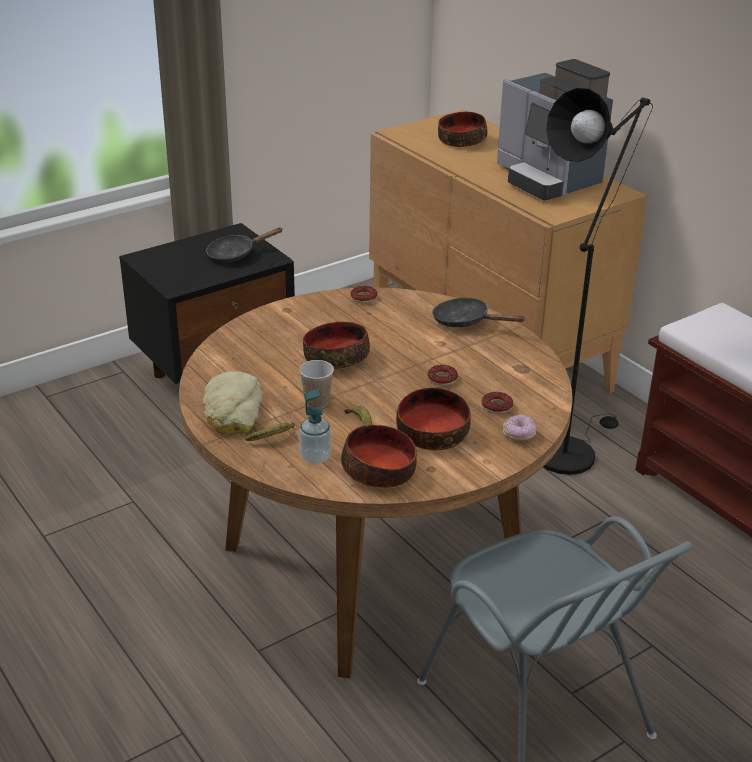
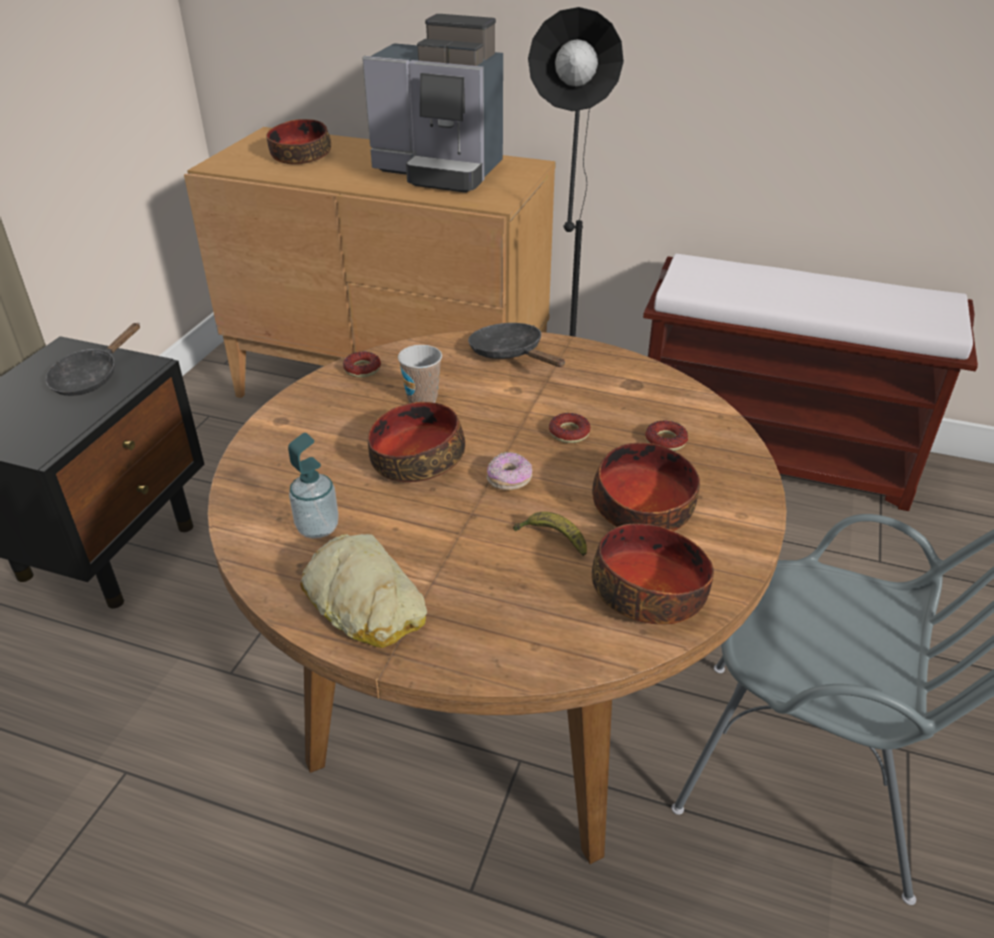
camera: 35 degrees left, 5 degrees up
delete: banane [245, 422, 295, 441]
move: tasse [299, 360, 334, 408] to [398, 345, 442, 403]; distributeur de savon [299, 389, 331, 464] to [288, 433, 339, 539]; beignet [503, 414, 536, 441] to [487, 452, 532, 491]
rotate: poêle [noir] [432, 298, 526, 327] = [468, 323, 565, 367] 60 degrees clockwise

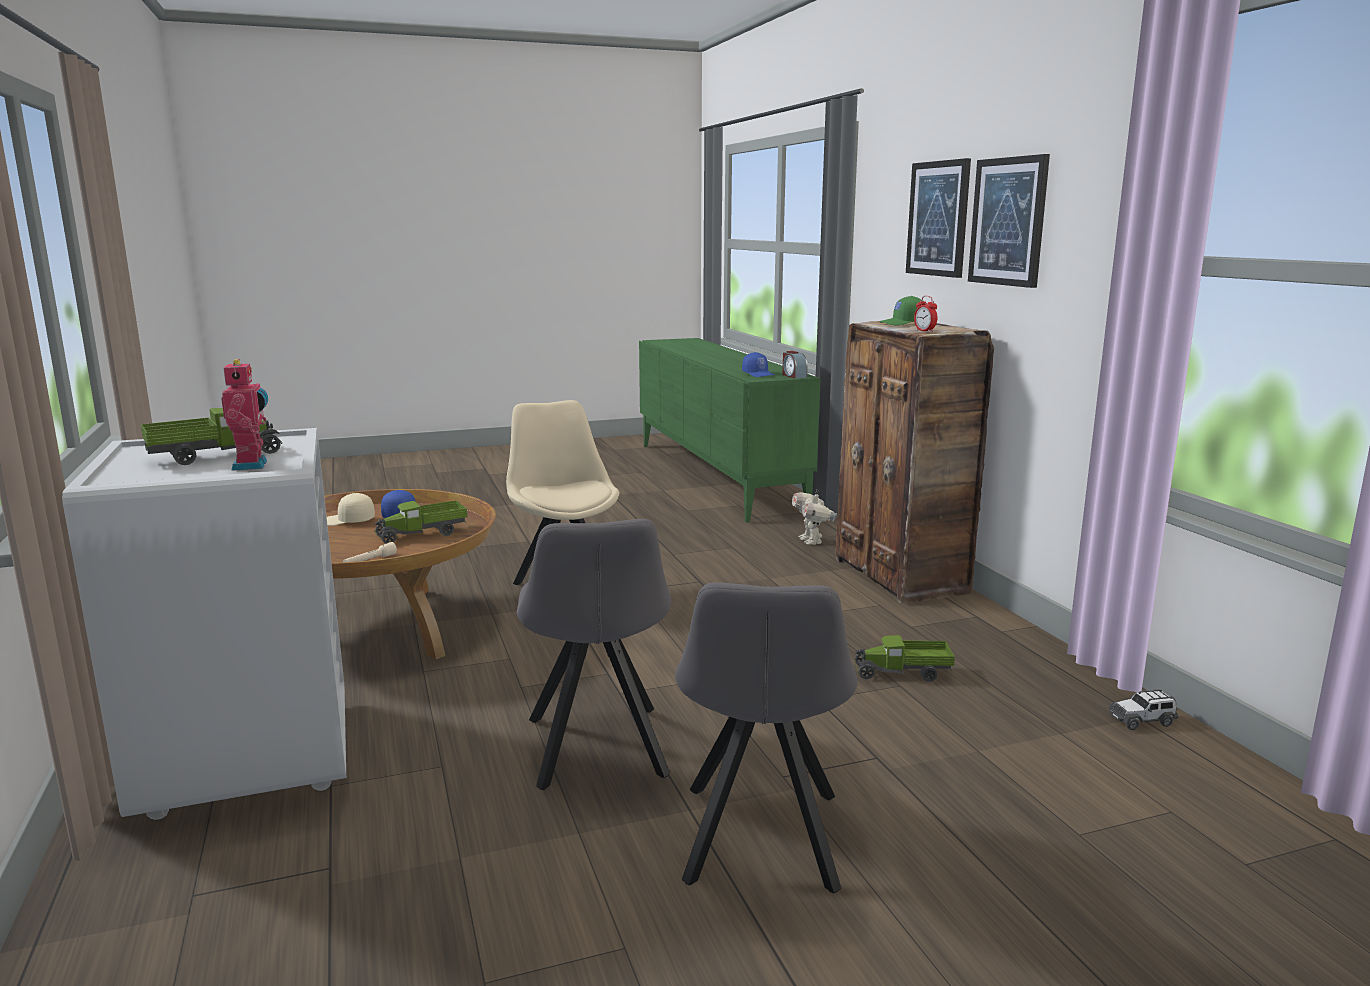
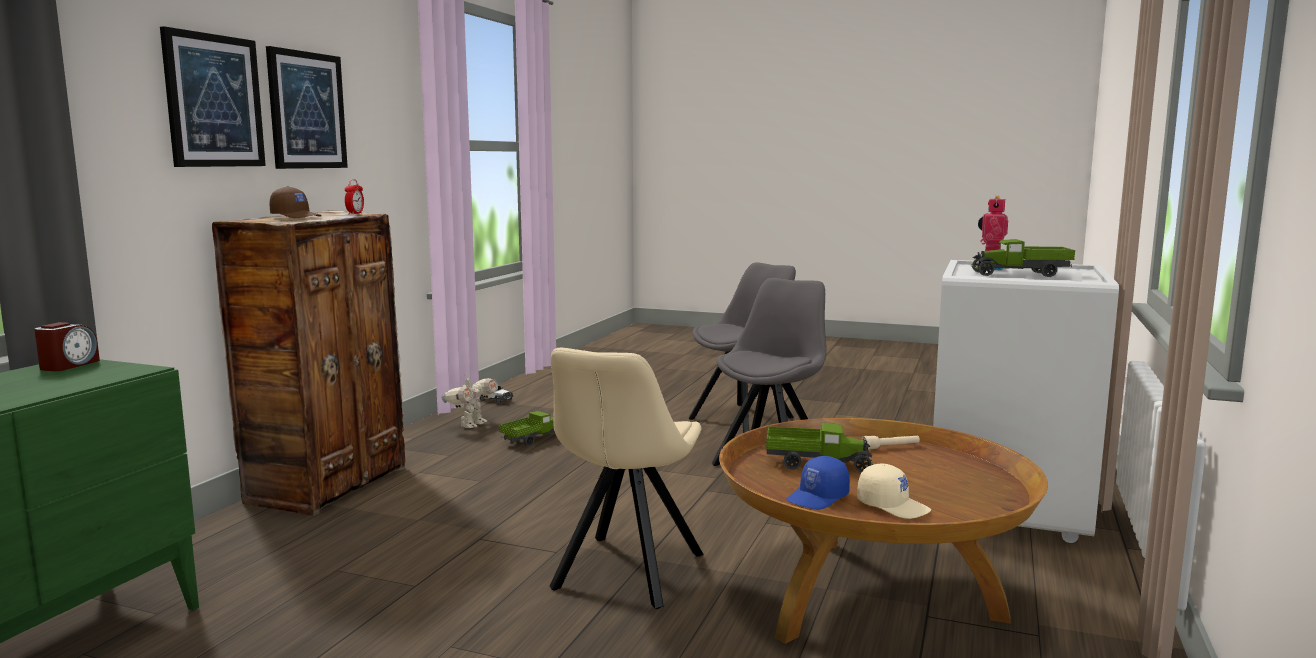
camera: 140 degrees left, 5 degrees down
delete: casquette [bleu] [742, 352, 774, 377]
move: robot jouet [792, 490, 837, 545] to [441, 374, 498, 428]
recolor: casquette [vert] [879, 296, 922, 325] to casquette [marron] [269, 186, 321, 218]
rotate: camion jouet [854, 635, 955, 682] = [499, 411, 555, 446] 90 degrees counterclockwise

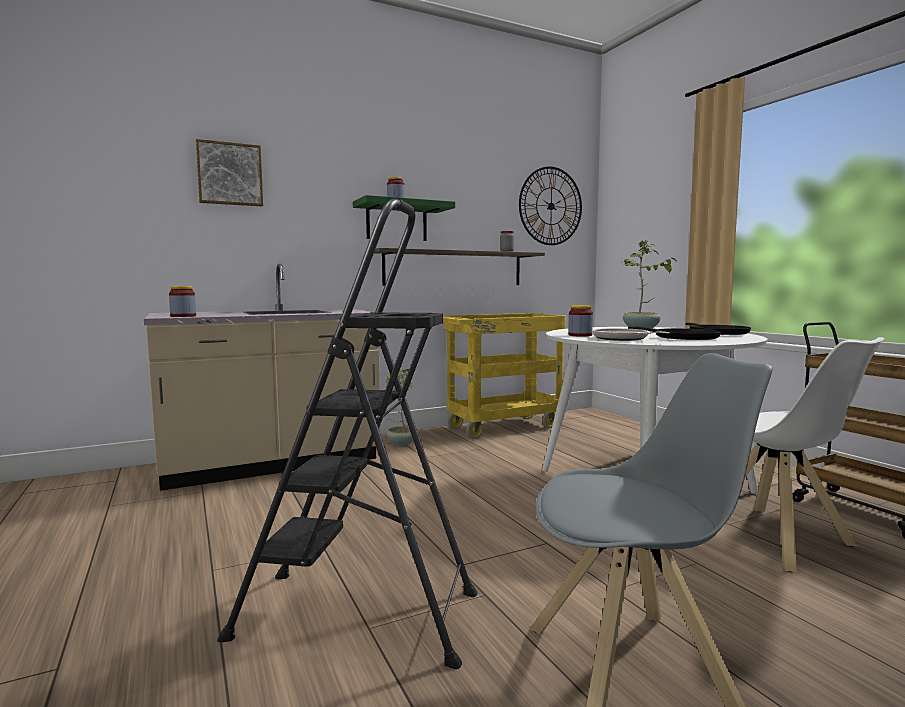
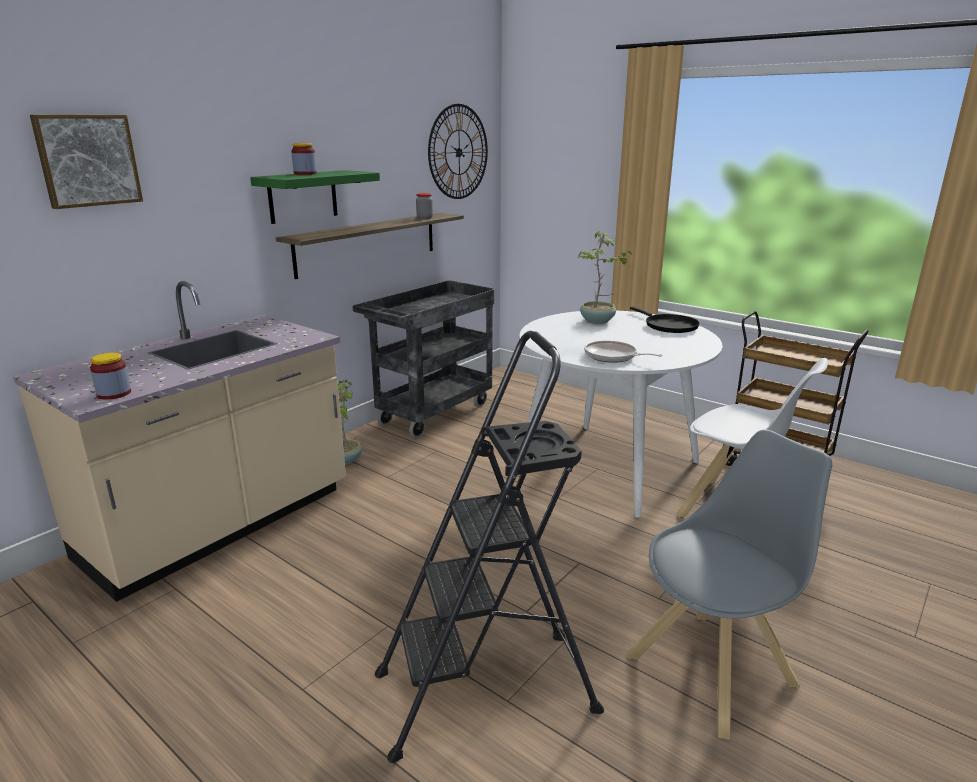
camera: 25 degrees left, 15 degrees up
delete: bocal [568, 305, 593, 337]; poêle [noir] [628, 326, 721, 340]
recolor: chariot [jaune] [443, 313, 566, 439] to chariot [noir] [352, 281, 494, 438]

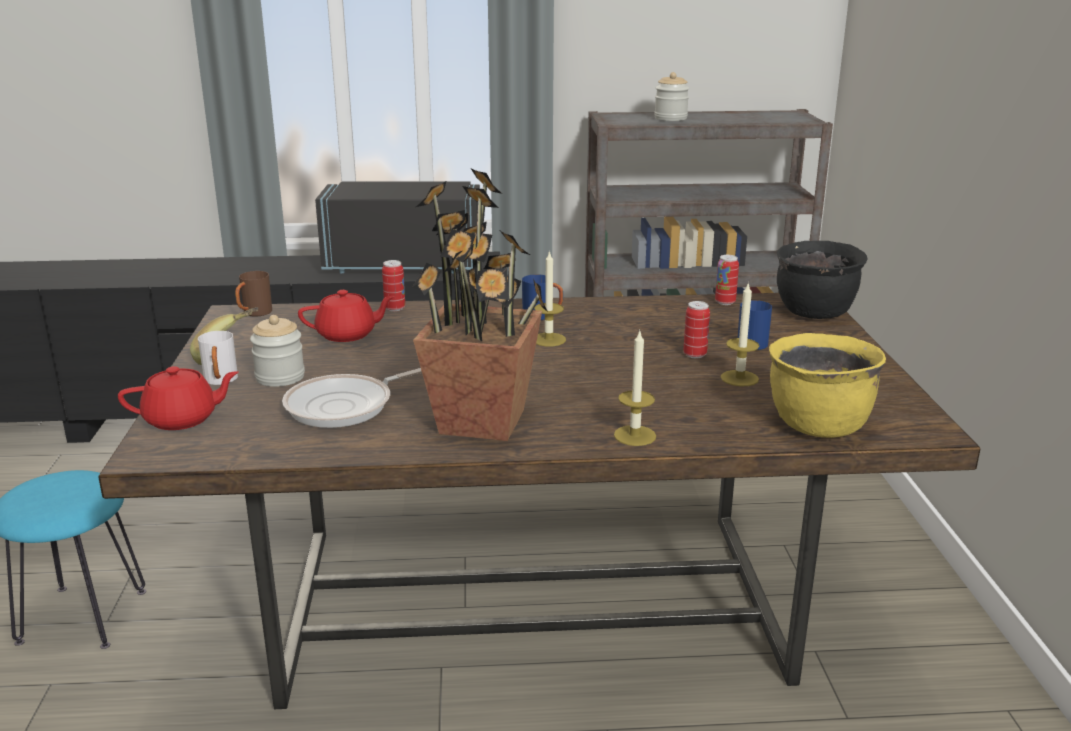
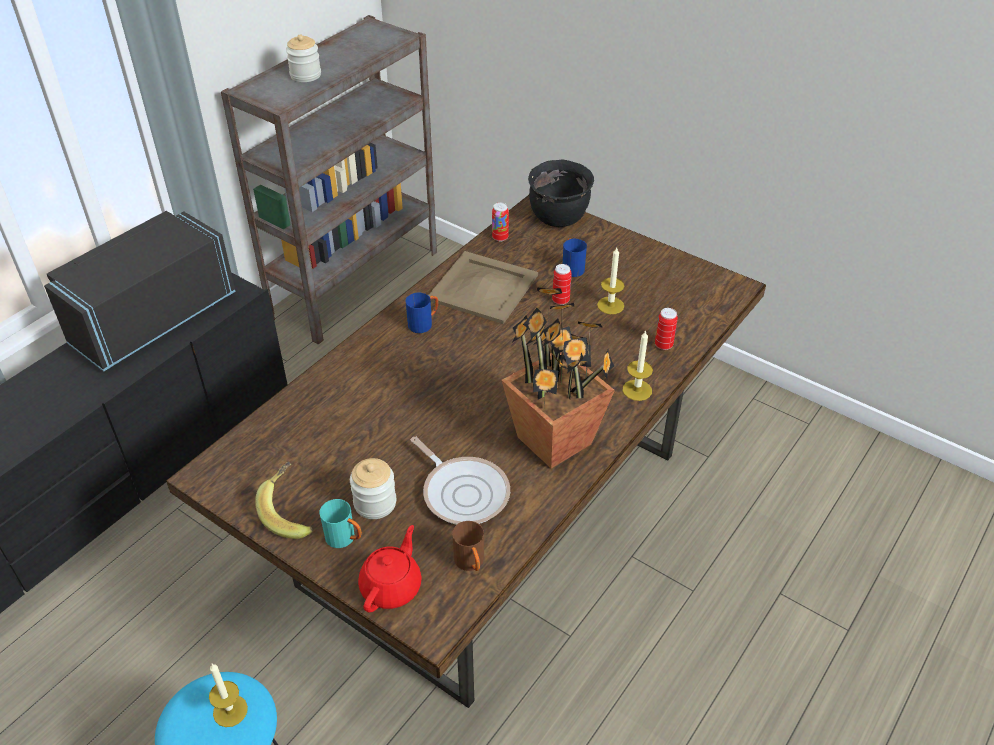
camera: 50 degrees left, 20 degrees up
delete: théière [rouge] [298, 290, 395, 342]; marmite [jaune] [769, 333, 886, 438]
insert: plateau [beige] [429, 251, 538, 324]
move: mug [marron] [235, 271, 272, 317] to [452, 521, 484, 571]; boîte métallique [382, 260, 405, 311] to [655, 308, 678, 350]; bougie [534, 250, 566, 346] to [209, 664, 248, 727]
recolor: mug [blanc] [198, 331, 238, 385] to mug [turquoise] [319, 499, 362, 548]
rotate: poêle [282, 368, 422, 428] = [411, 437, 510, 525] 45 degrees counterclockwise

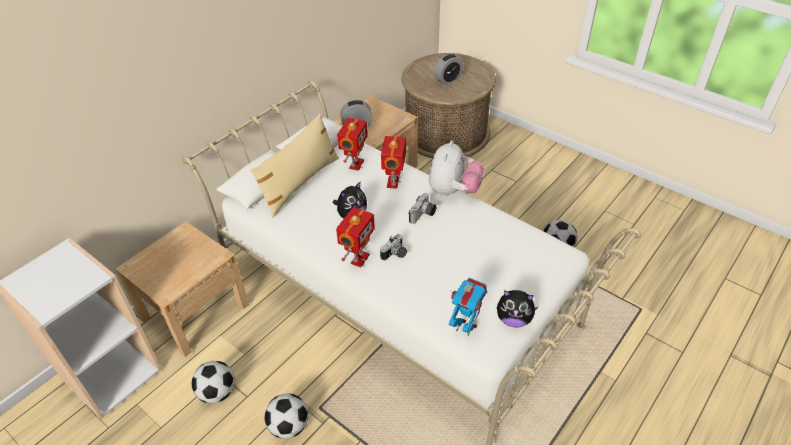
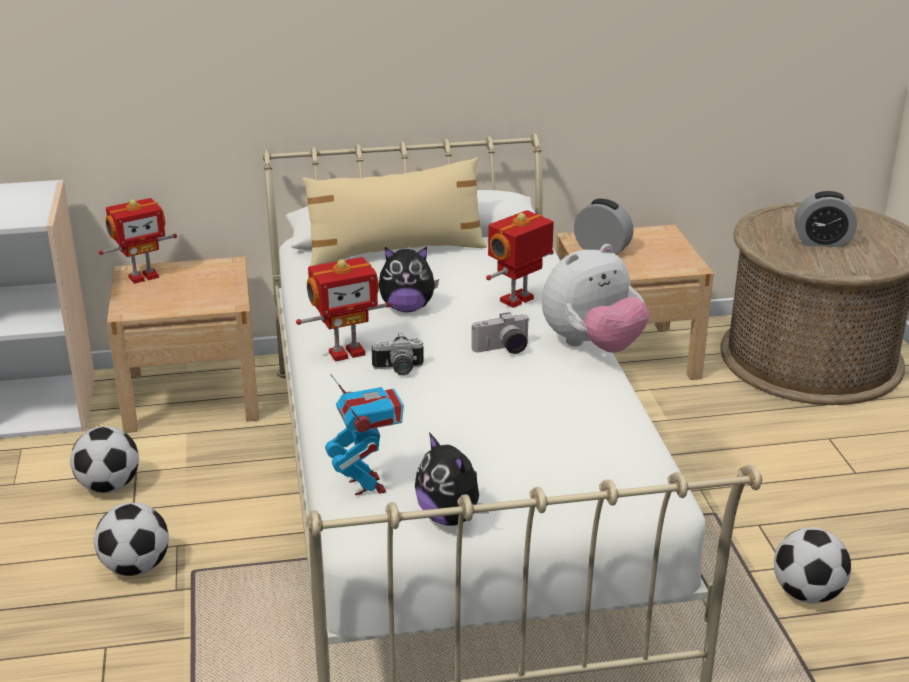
camera: 40 degrees right, 15 degrees down
move: robot jouet [337, 118, 368, 171] to [99, 198, 177, 284]

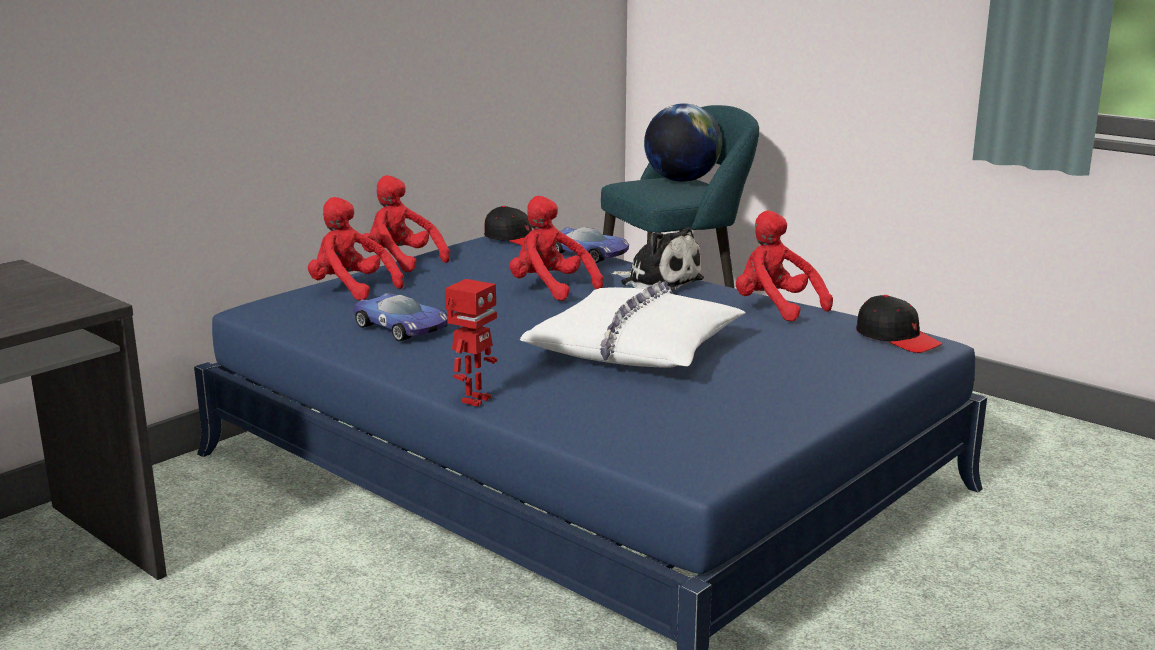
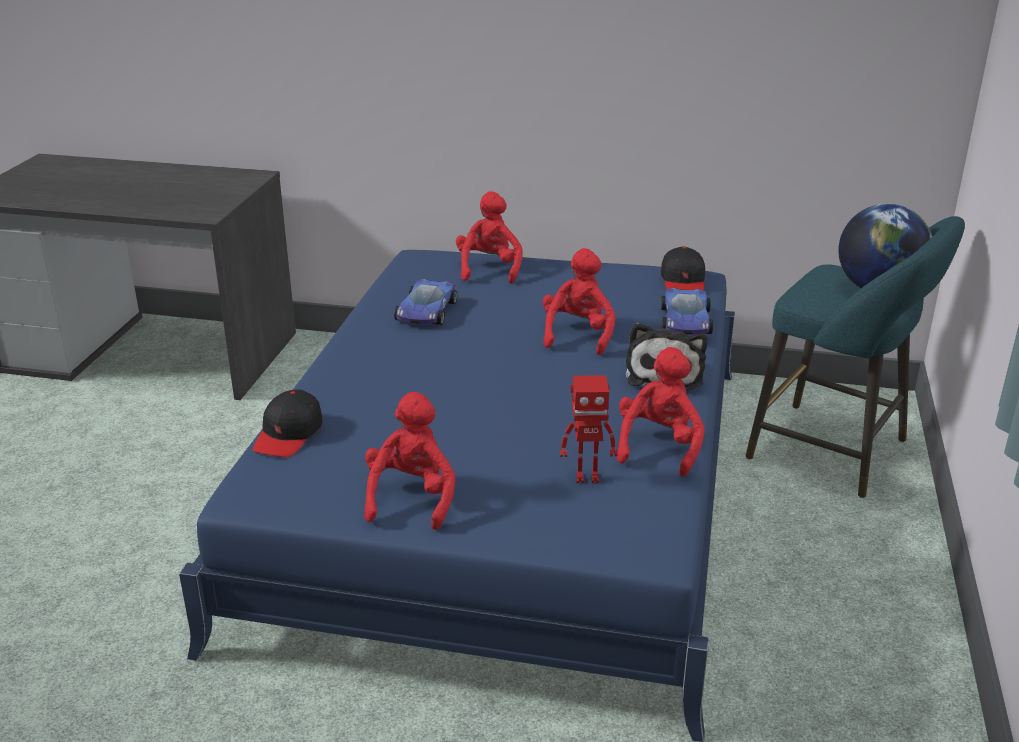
camera: 60 degrees right, 10 degrees up
delete: coussin [blanc] [520, 281, 746, 368]
move: peluche [rouge] [362, 175, 450, 272] to [364, 392, 456, 530]; robot jouet [445, 279, 497, 407] to [560, 375, 617, 483]; casquette [noir] [856, 295, 943, 353] to [253, 389, 323, 457]

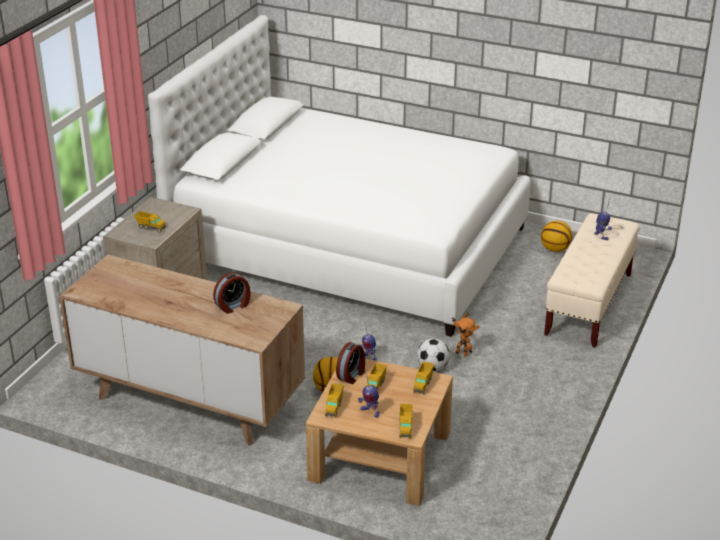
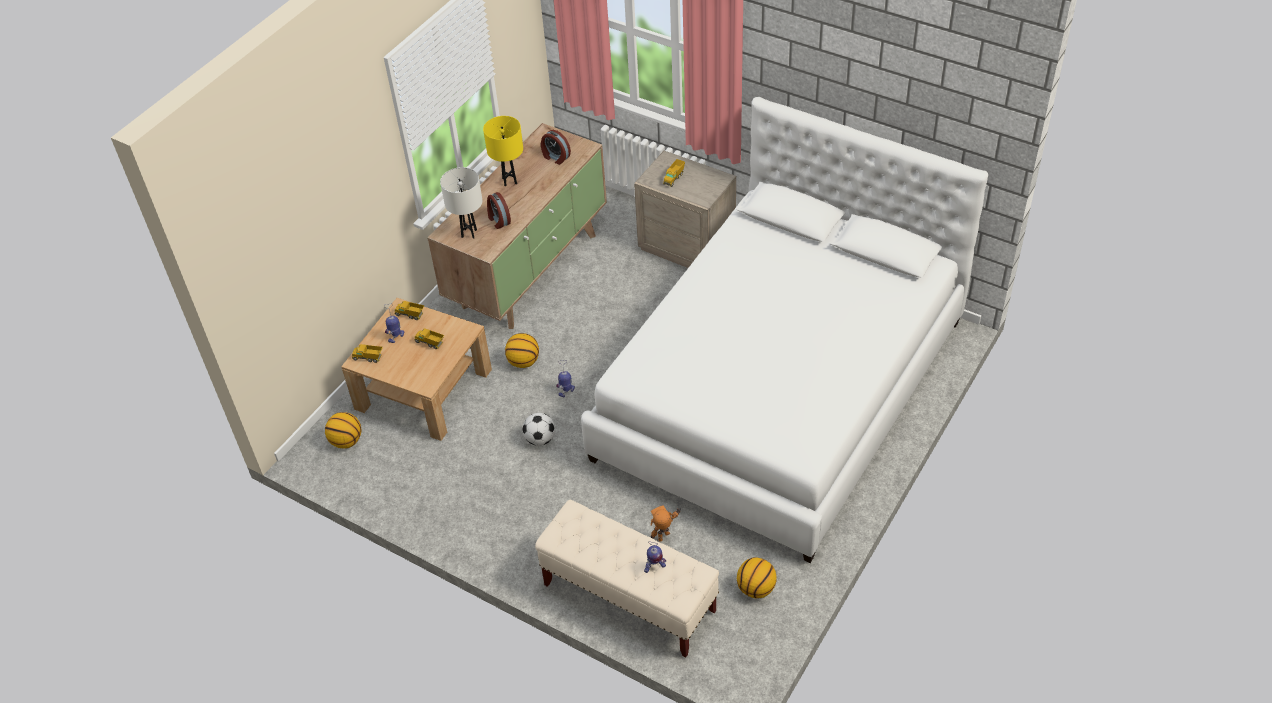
camera: 100 degrees right, 15 degrees up
delete: camion jouet [413, 361, 434, 394]
insert: ballon de basket [325, 412, 361, 448]; lampe de table [blanc] [440, 167, 482, 239]; lampe de table [jaune] [483, 116, 523, 186]
move: réveil [336, 342, 365, 384] to [541, 130, 571, 165]; robot jouet [452, 313, 479, 357] to [651, 505, 681, 542]

